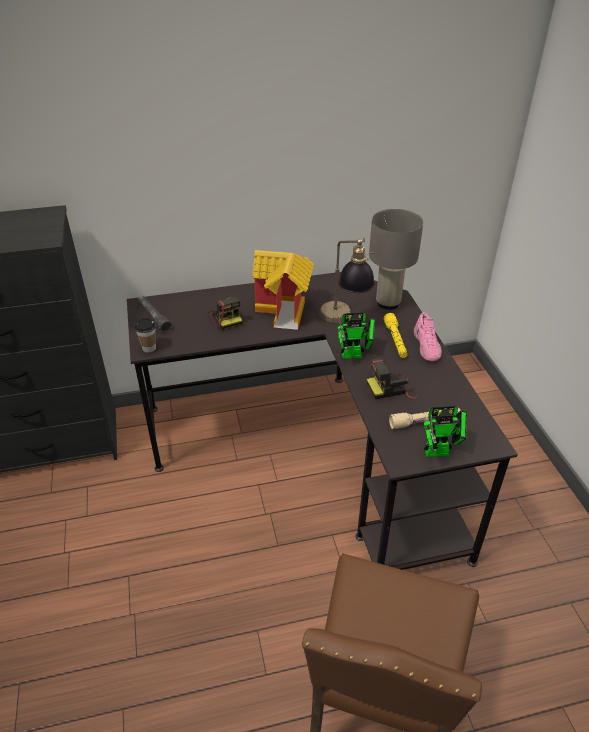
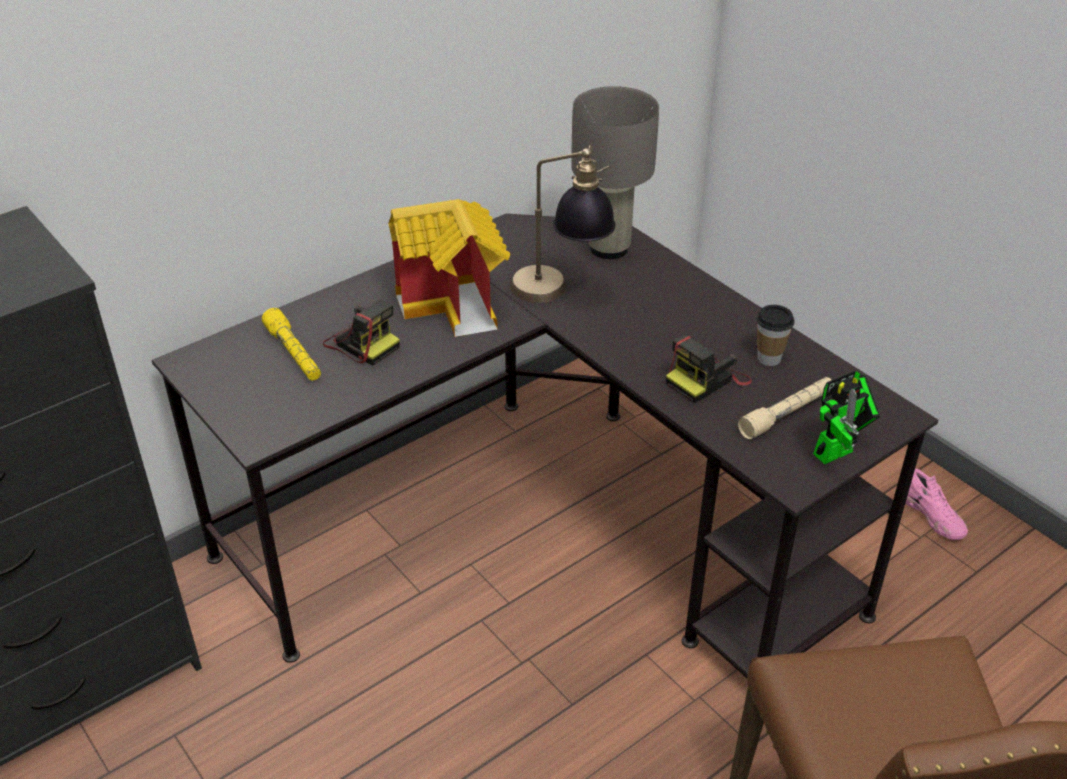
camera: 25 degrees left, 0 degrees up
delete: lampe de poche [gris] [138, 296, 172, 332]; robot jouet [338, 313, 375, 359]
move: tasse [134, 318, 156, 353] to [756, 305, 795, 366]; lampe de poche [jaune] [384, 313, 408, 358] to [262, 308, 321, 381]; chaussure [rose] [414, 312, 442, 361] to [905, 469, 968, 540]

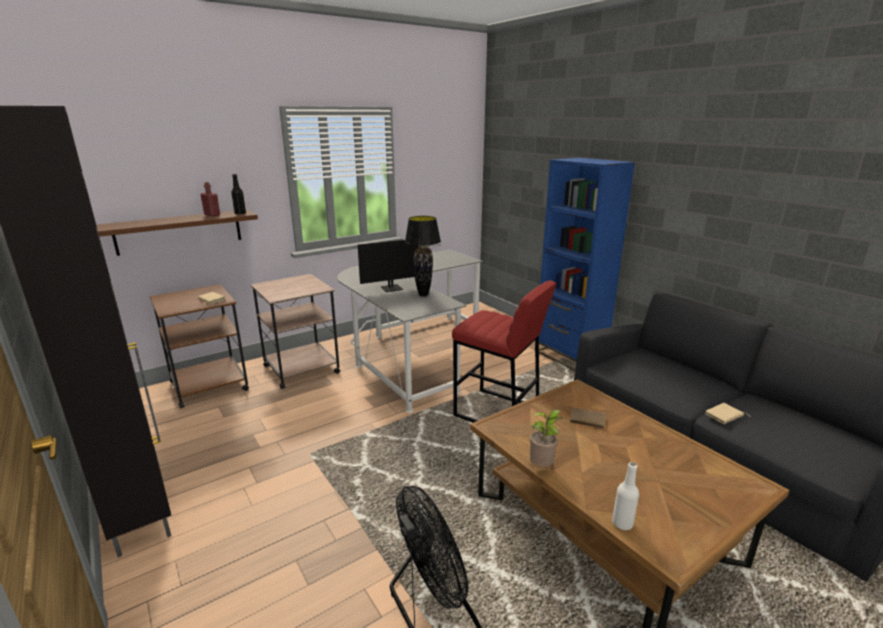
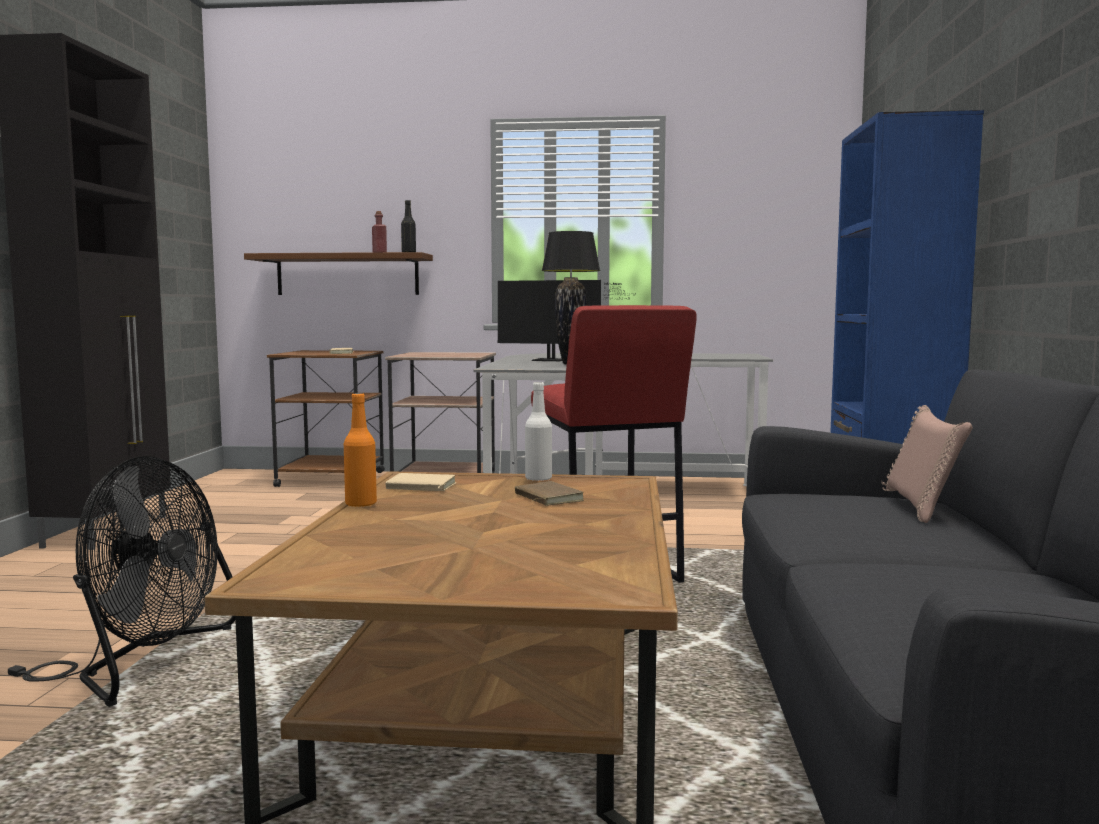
camera: 40 degrees right, 15 degrees down
insert: coussin [beige] [881, 405, 973, 523]
move: bouteille [blanc] [612, 462, 639, 530] to [525, 382, 552, 481]; livre [beige] [705, 403, 746, 424] to [385, 473, 457, 491]
replace: plante en pot [530, 410, 562, 467] to bouteille [orange] [344, 393, 377, 507]

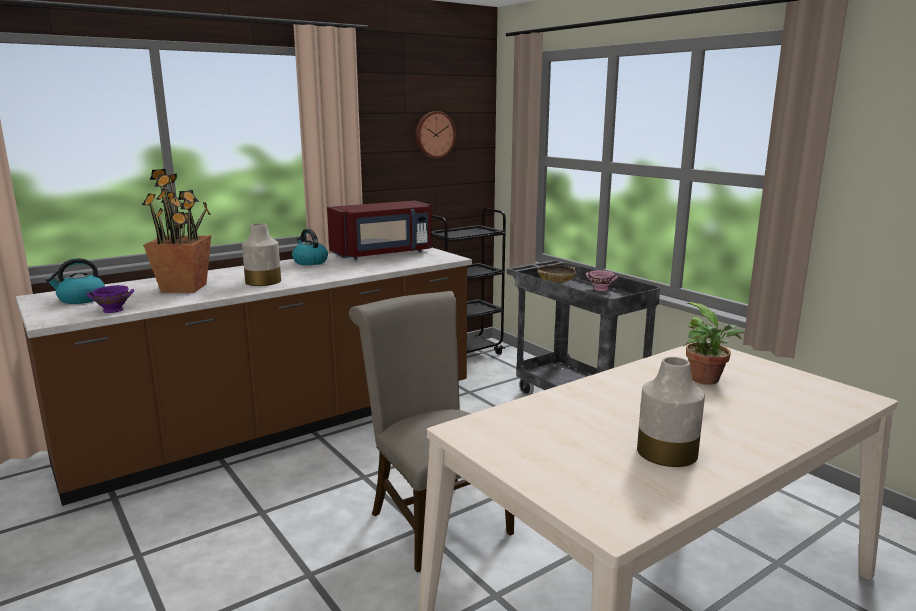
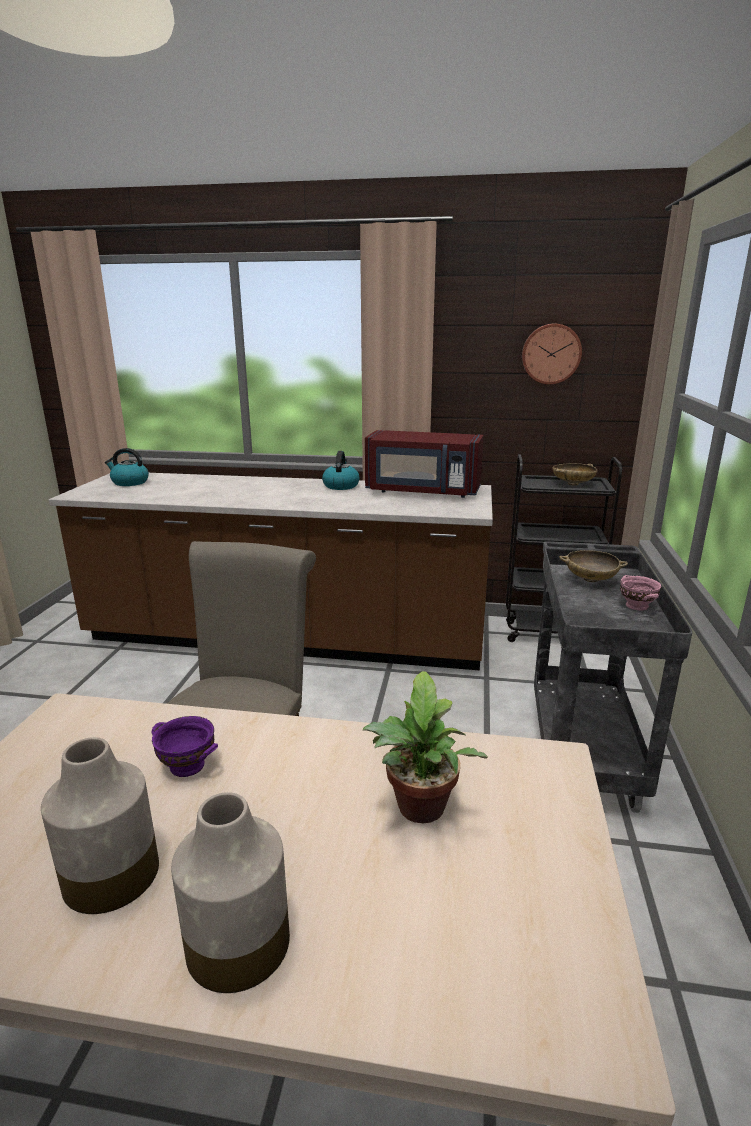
camera: 45 degrees right, 5 degrees up
delete: plante en pot [142, 169, 211, 293]
insert: bol [beige] [552, 463, 597, 486]
move: bol [violet] [87, 285, 135, 313] to [151, 716, 218, 777]; vase [beige] [242, 223, 281, 286] to [171, 792, 290, 993]

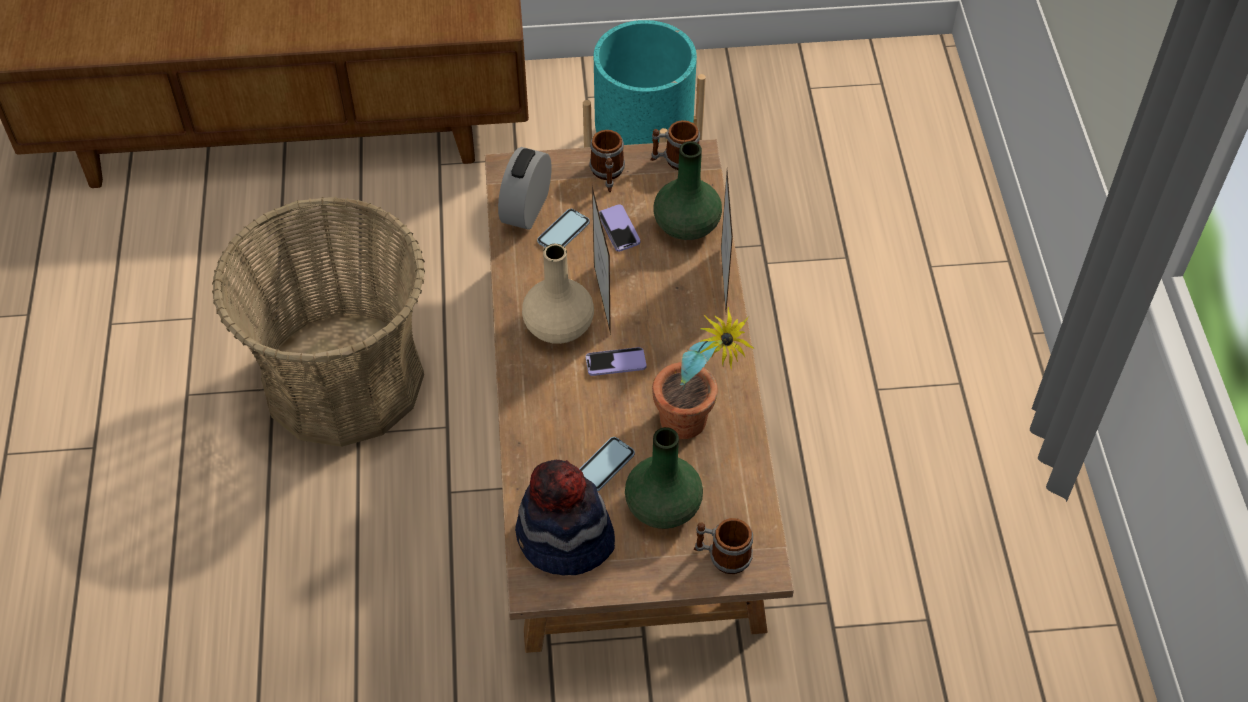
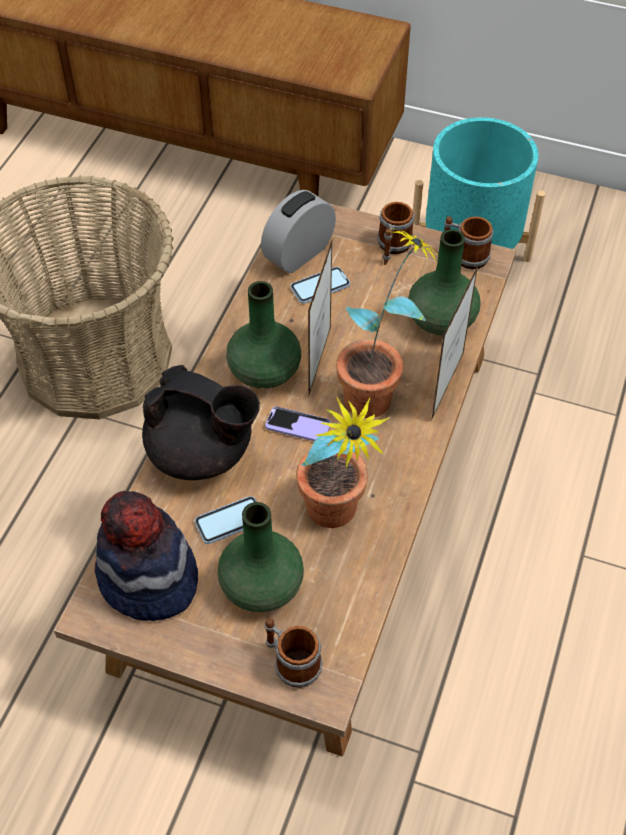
camera: 25 degrees right, 0 degrees up
delete: téléphone [599, 204, 640, 252]
insert: théière [noir] [142, 365, 260, 480]; plante en pot [336, 227, 439, 418]
recolor: vase [beige] [522, 244, 594, 344] to vase [vert] [226, 281, 301, 389]

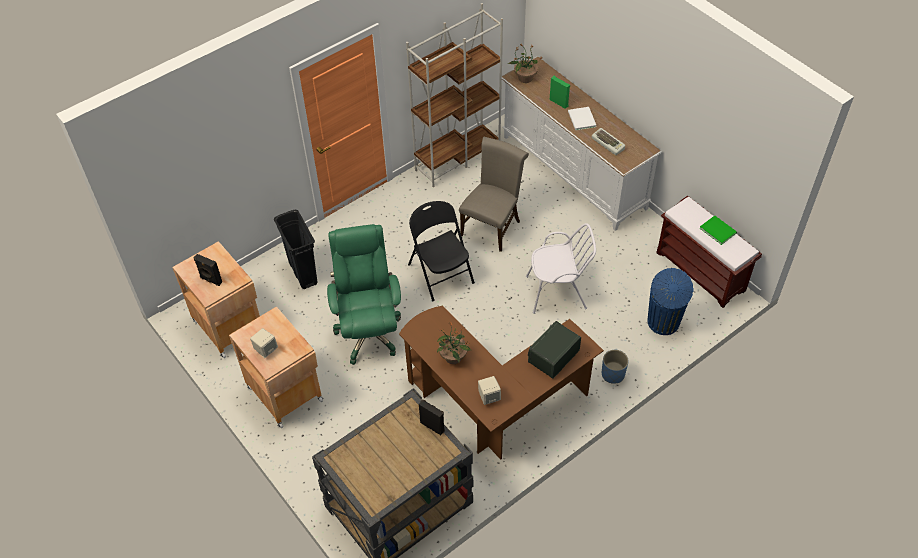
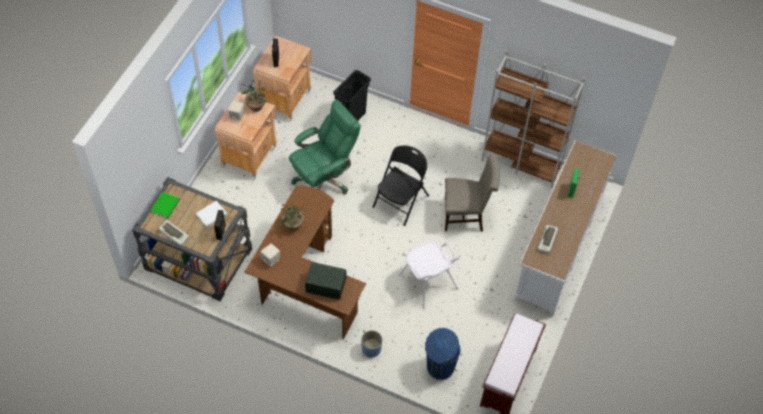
camera: 60 degrees right, 5 degrees up
insert: clavier [159, 220, 189, 246]
move: plante en pot [508, 43, 542, 83] to [242, 80, 268, 112]; livre [blanc] [568, 107, 596, 130] to [196, 201, 227, 227]; livre [vert] [699, 215, 737, 245] to [151, 192, 180, 218]

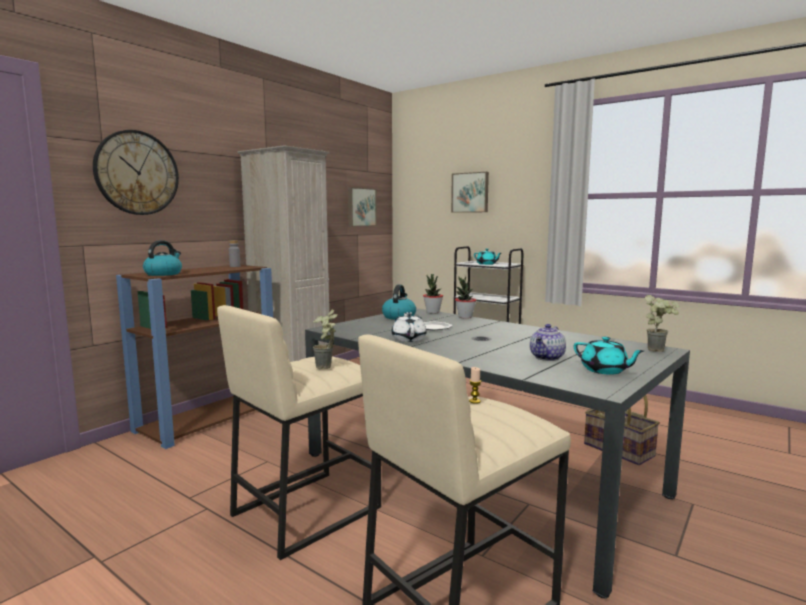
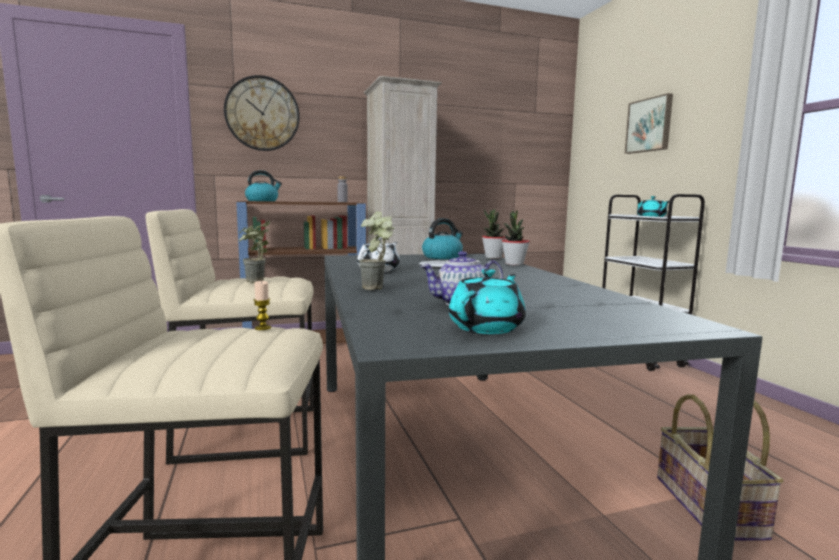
camera: 35 degrees right, 0 degrees up
delete: tableau [348, 187, 377, 227]
move: plante en pot [645, 295, 679, 352] to [359, 212, 395, 290]
rotate: théière [turquoise] [574, 336, 644, 375] = [449, 269, 526, 334] 135 degrees counterclockwise

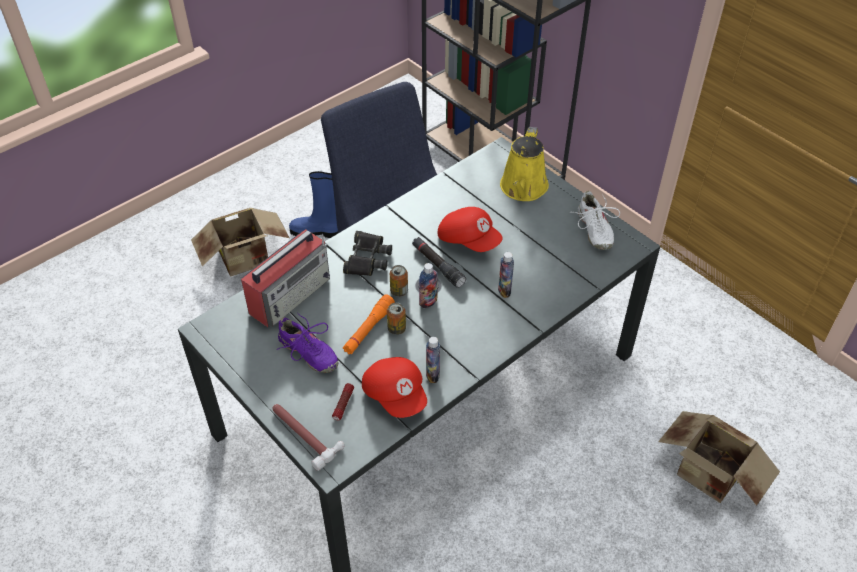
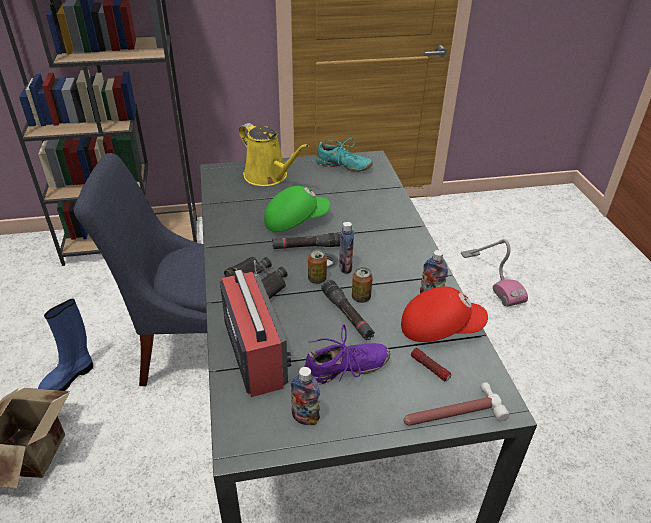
camera: 60 degrees left, 10 degrees down
move: bouteille [498, 252, 514, 298] to [291, 367, 320, 425]
replace: carton [658, 411, 780, 506] to aspirateur [461, 239, 528, 307]
recolor: lampe de poche [orange] [343, 294, 395, 354] to lampe de poche [noir] [321, 280, 375, 340]; casquette [rouge] [438, 207, 503, 252] to casquette [vert] [264, 186, 330, 232]; chaussure [blanc] [574, 191, 620, 250] to chaussure [turquoise] [316, 138, 373, 172]

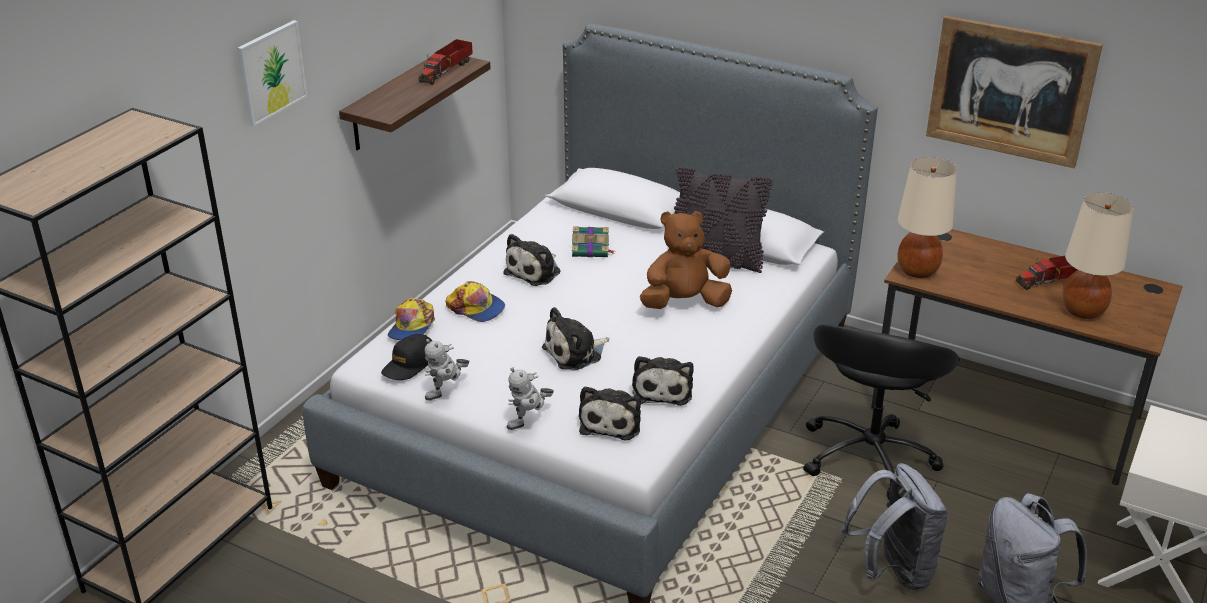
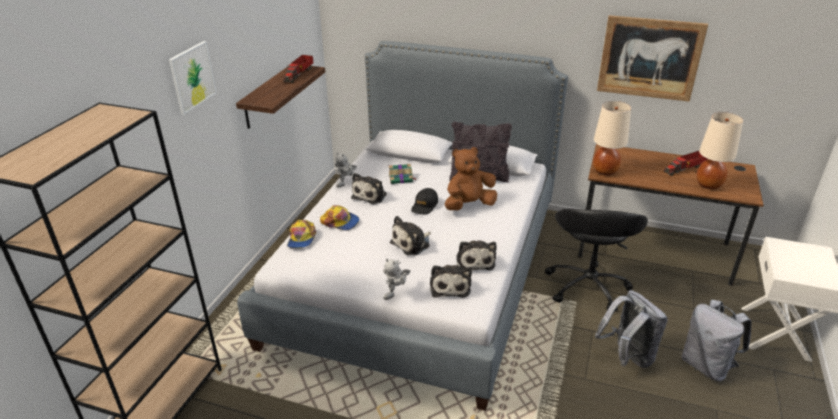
camera: 10 degrees left, 0 degrees up
move: casquette [noir] [381, 334, 432, 380] to [411, 188, 438, 215]; robot jouet [425, 339, 470, 400] to [335, 153, 357, 188]

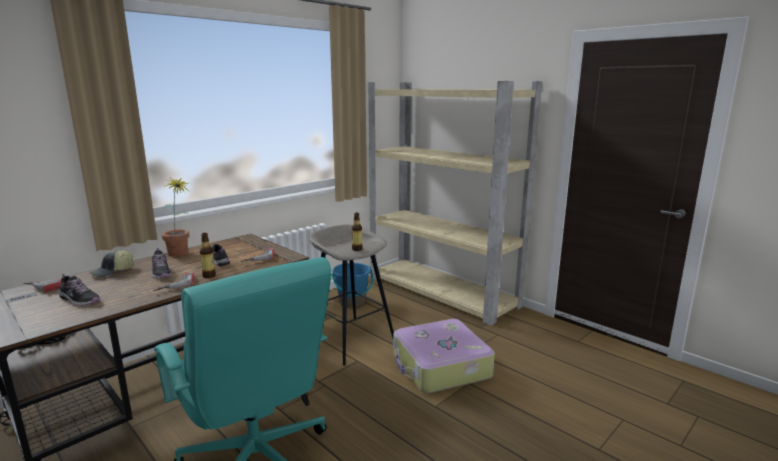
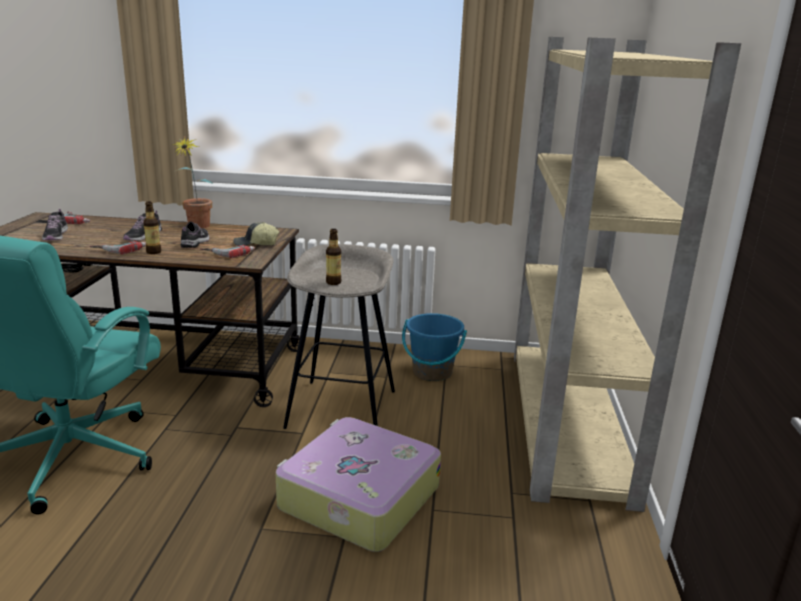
camera: 50 degrees right, 5 degrees up
move: casquette [90, 250, 133, 277] to [233, 222, 280, 246]

